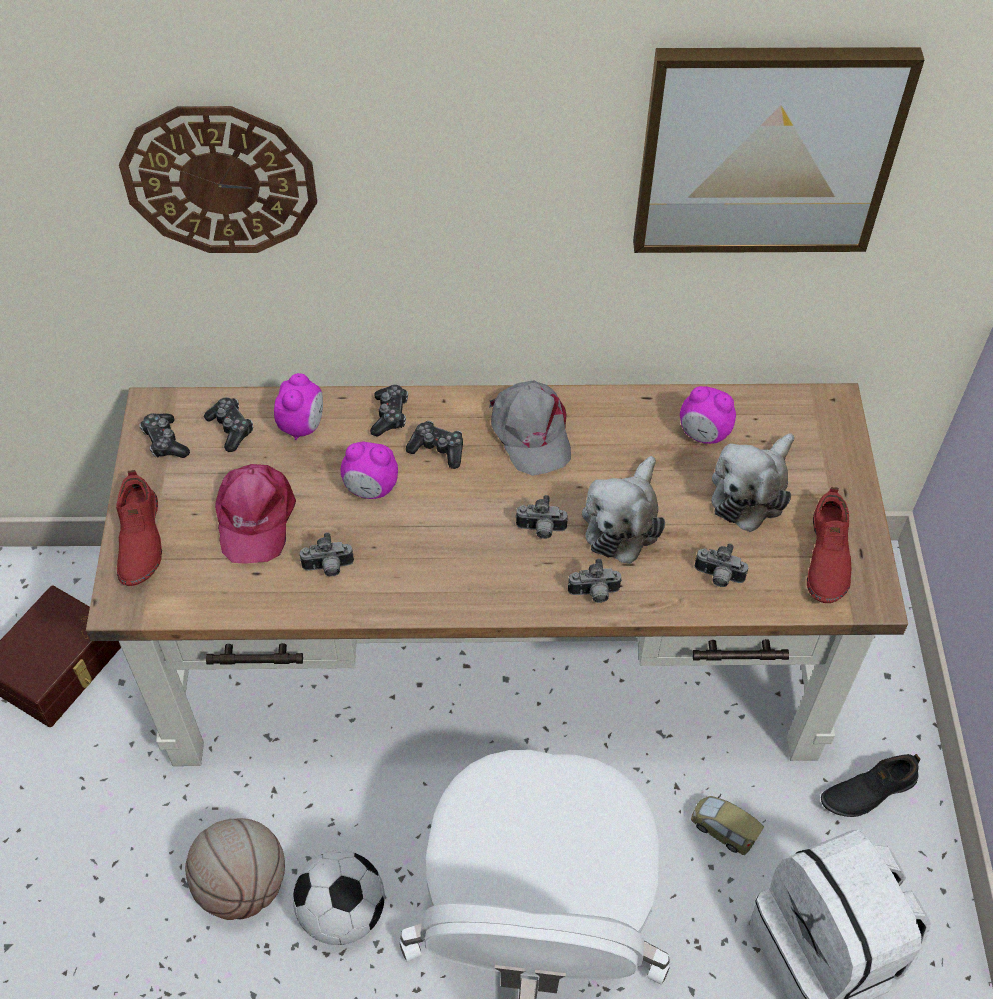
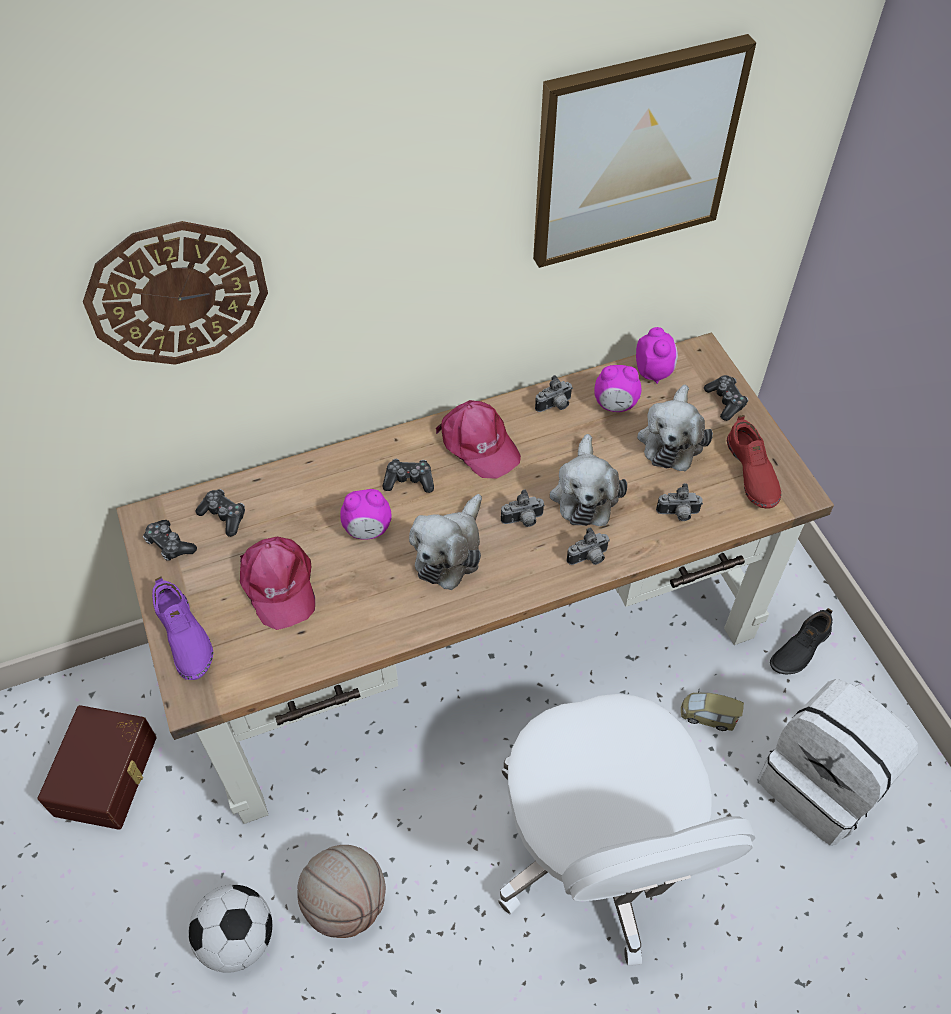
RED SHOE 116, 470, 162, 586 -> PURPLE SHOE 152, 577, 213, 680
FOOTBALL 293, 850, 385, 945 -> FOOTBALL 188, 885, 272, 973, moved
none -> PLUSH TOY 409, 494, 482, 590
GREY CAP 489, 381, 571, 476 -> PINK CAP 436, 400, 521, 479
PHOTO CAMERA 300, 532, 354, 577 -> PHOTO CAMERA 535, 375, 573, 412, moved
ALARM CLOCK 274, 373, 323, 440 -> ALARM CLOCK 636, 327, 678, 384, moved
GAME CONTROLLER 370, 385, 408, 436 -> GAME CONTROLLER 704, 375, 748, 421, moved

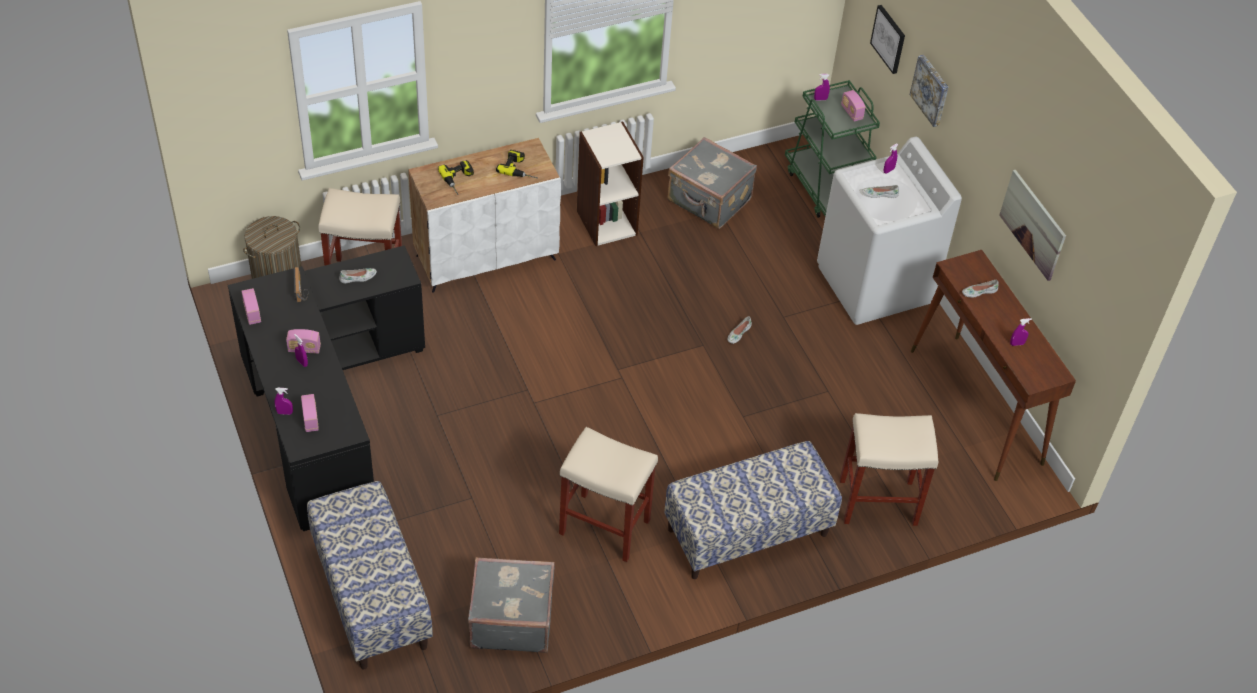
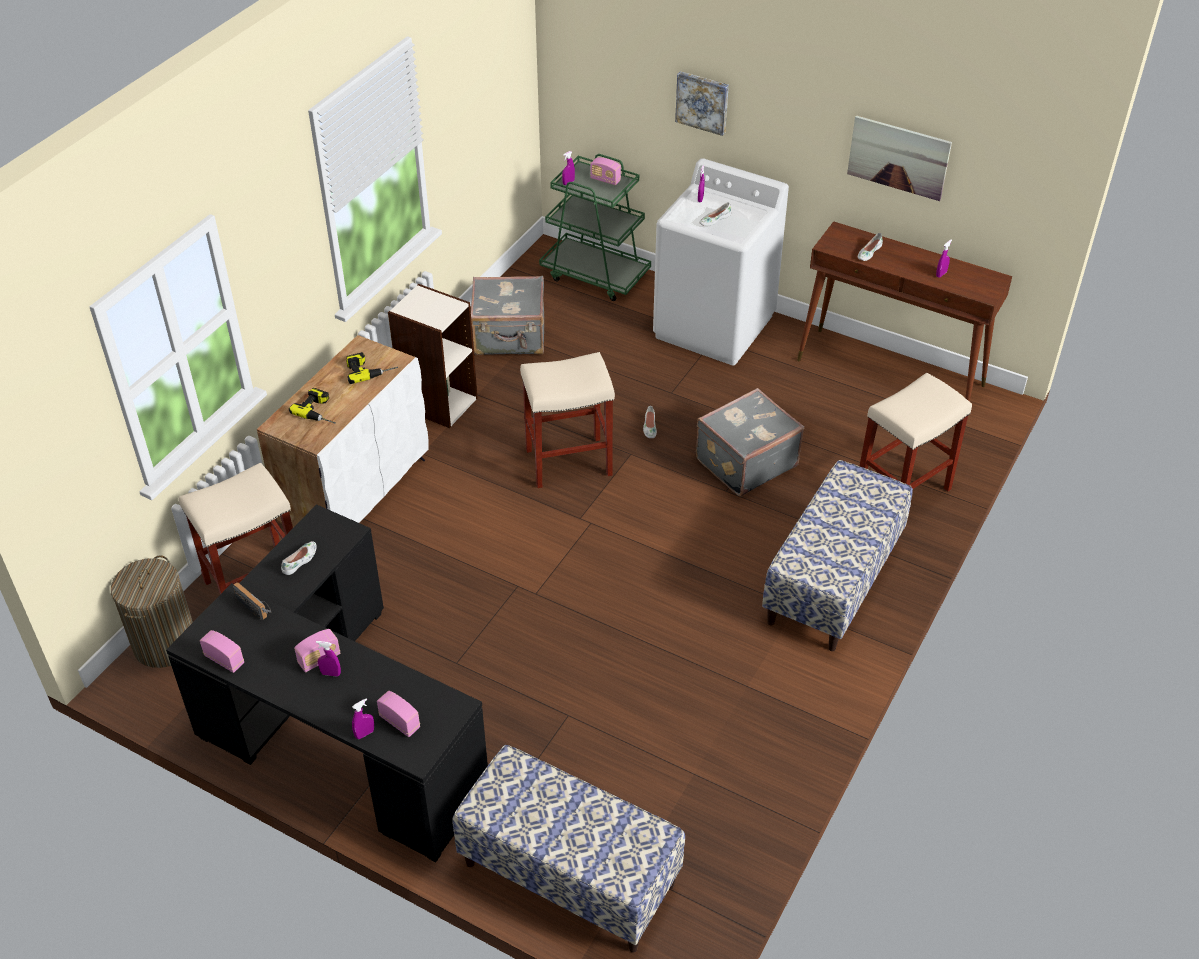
BEIGE STOOL 559, 427, 658, 562 -> BEIGE STOOL 520, 352, 615, 488, moved
GREY SUITCASE 468, 557, 555, 653 -> GREY SUITCASE 696, 388, 804, 496, moved
PICTURE 870, 5, 905, 74 -> none

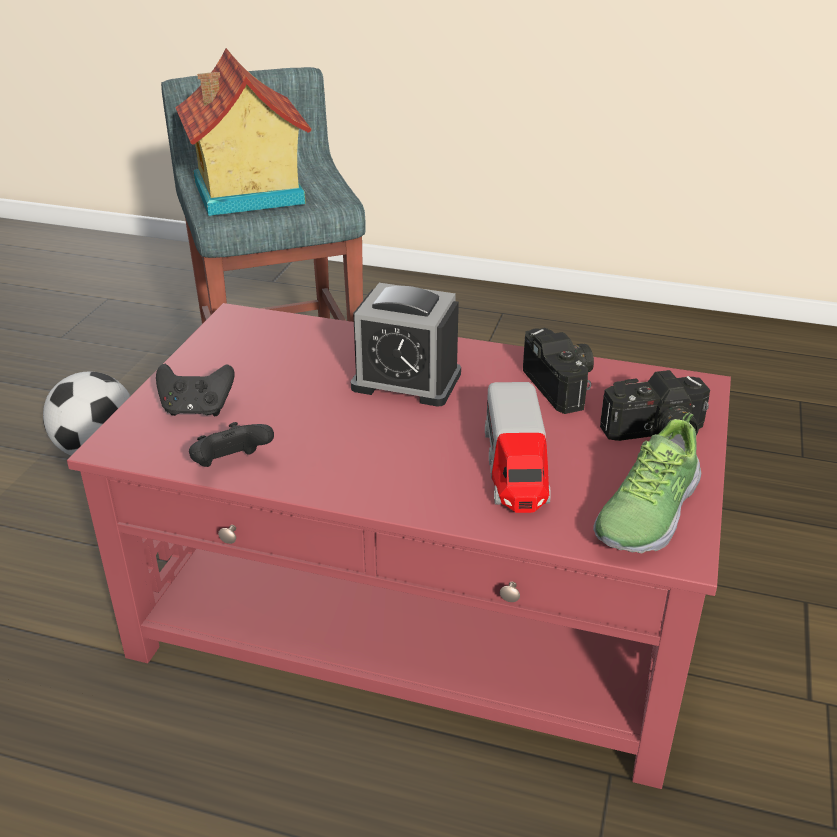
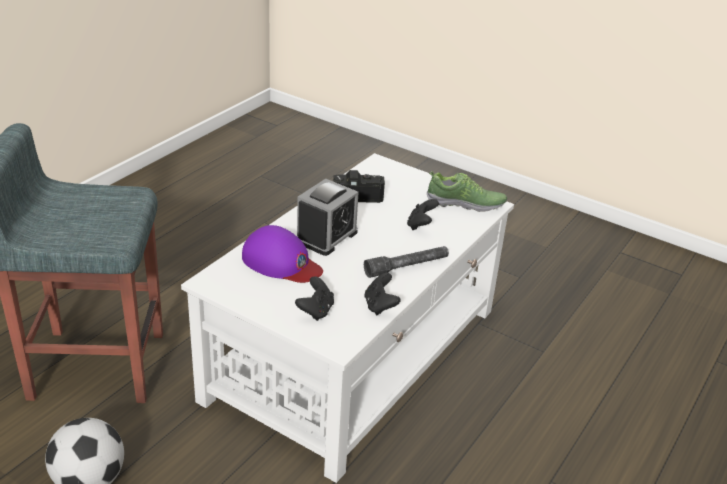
RED COFFEE TABLE 67, 303, 731, 789 -> WHITE COFFEE TABLE 181, 153, 514, 483
none -> PURPLE CAP 242, 225, 323, 283
none -> GREY FLASHLIGHT 364, 246, 449, 278
TOY TRUCK 485, 382, 551, 513 -> BLACK GAME CONTROLLER 407, 199, 439, 230
SHOE 593, 413, 701, 553 -> SHOE 427, 171, 507, 212, 45 degrees counterclockwise
TOY HOUSE 175, 48, 311, 216 -> none
PHOTO CAMERA 600, 370, 710, 441 -> none

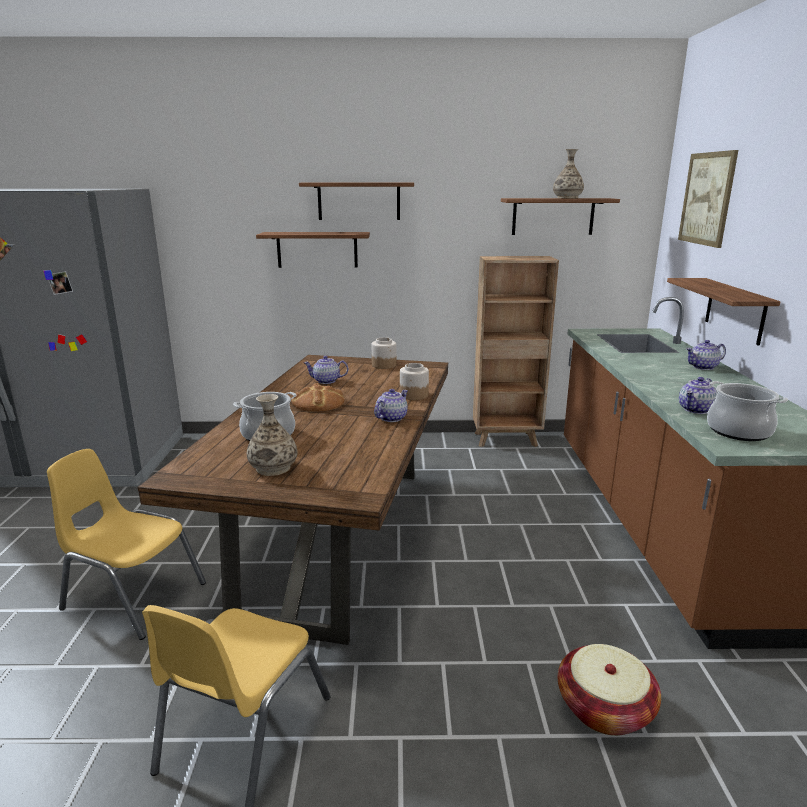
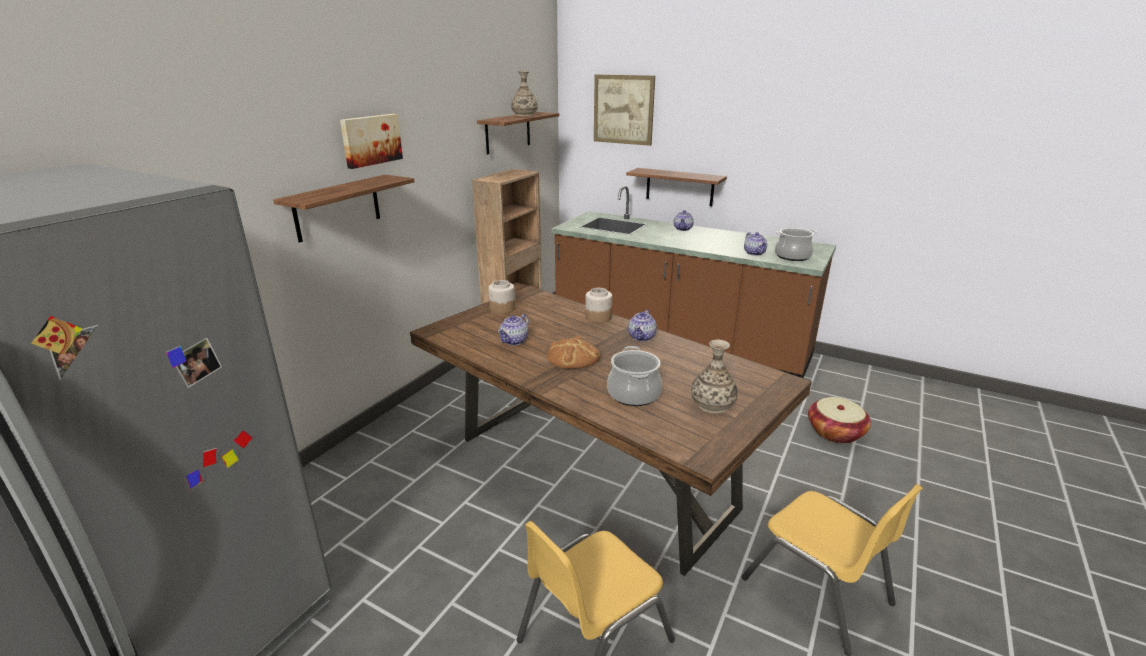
SHELF 299, 183, 414, 220 -> PICTURE 340, 114, 403, 169
TEAPOT 374, 389, 408, 422 -> TEAPOT 628, 310, 657, 341, 135 degrees counterclockwise

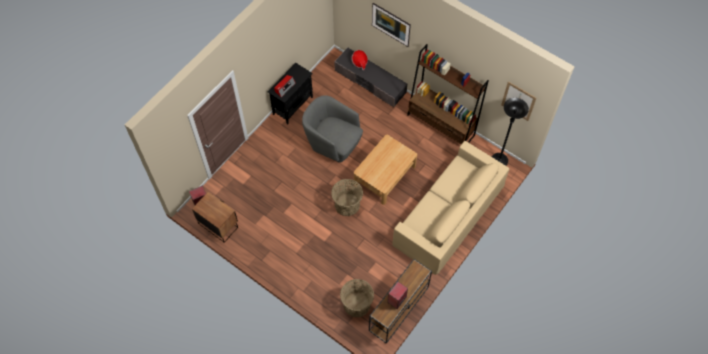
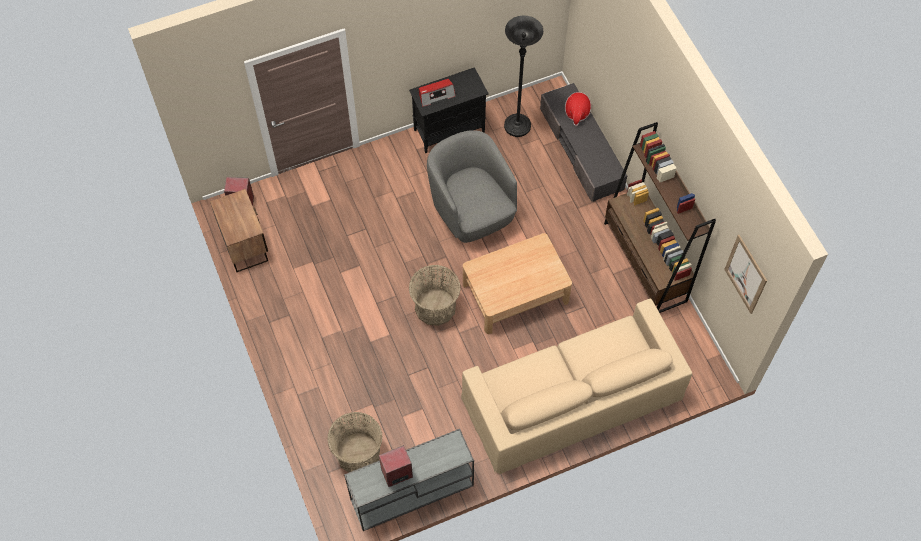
BROWN CONSOLE TABLE 369, 259, 432, 344 -> GREY CONSOLE TABLE 344, 429, 474, 531
BLACK FLOOR LAMP 492, 98, 529, 166 -> BLACK FLOOR LAMP 504, 16, 543, 137, moved
PICTURE 372, 3, 411, 47 -> none

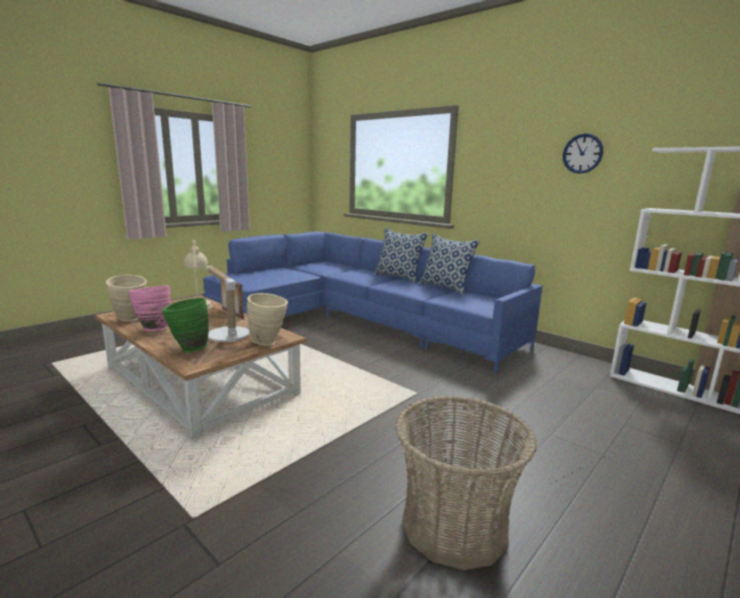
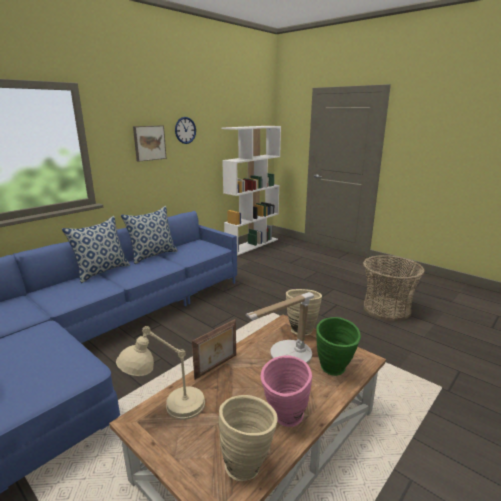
none -> PICTURE 133, 125, 167, 162

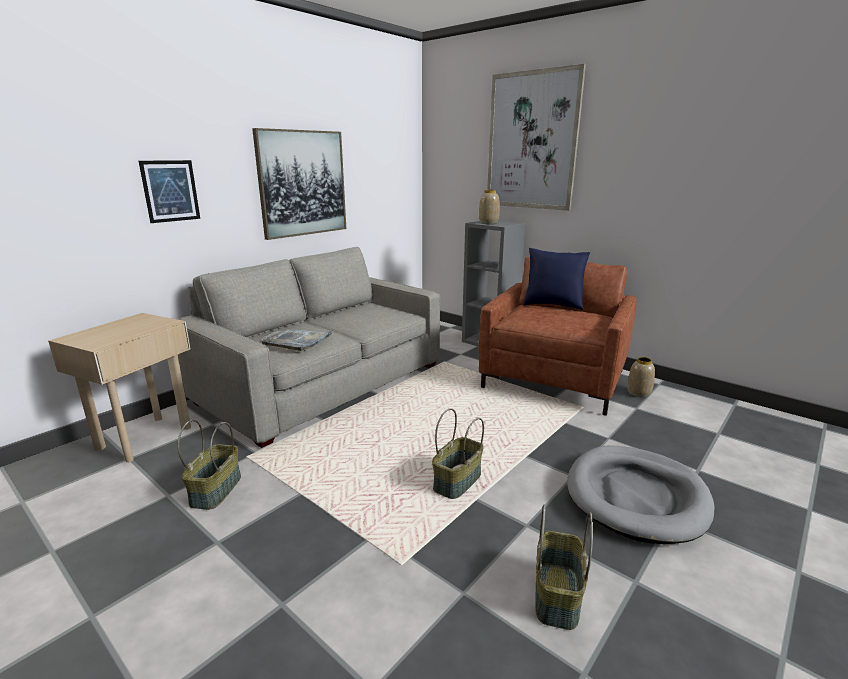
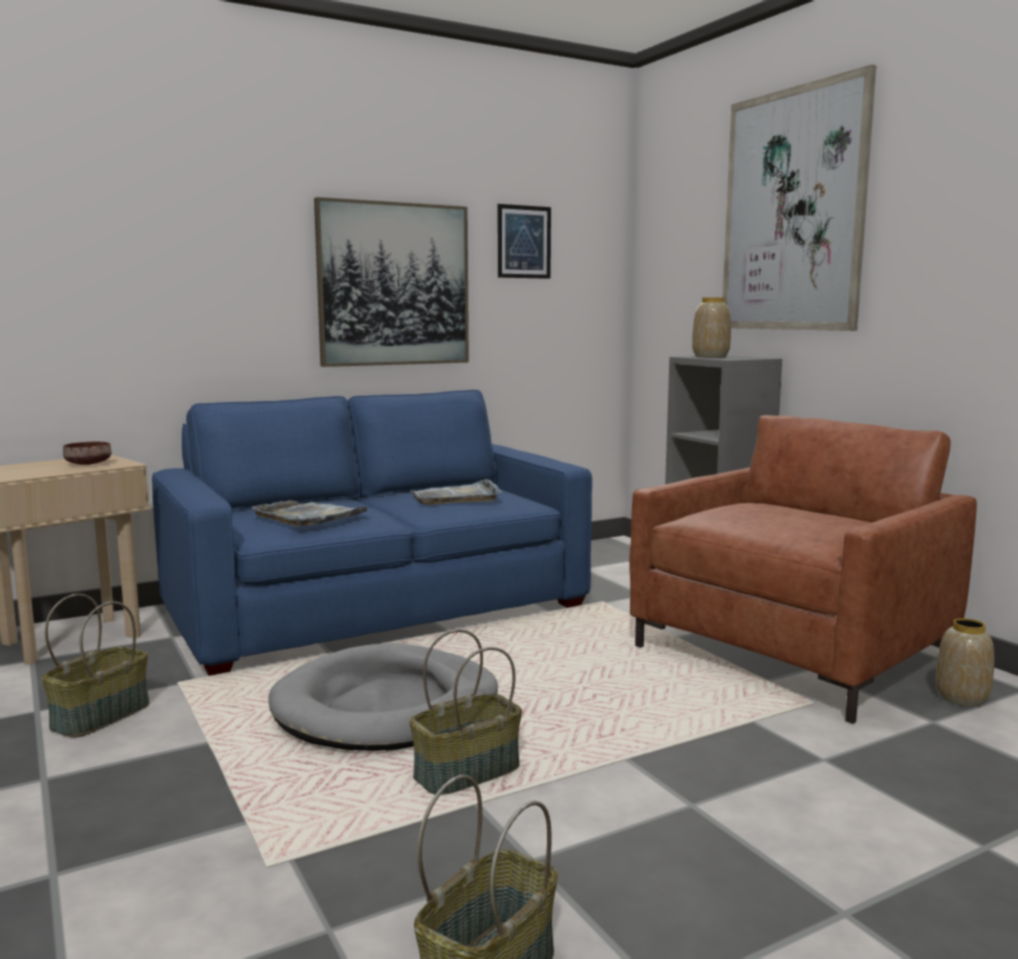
none -> BROWN BOWL 63, 442, 111, 465
GREY SOFA 177, 247, 440, 448 -> BLUE SOFA 152, 390, 592, 676
GREY DOG BED 567, 445, 715, 544 -> GREY DOG BED 268, 643, 498, 751, moved
none -> GREY TRAY 411, 479, 502, 505
PICTURE 139, 160, 200, 223 -> PICTURE 498, 204, 551, 279, moved
BLUE PILLOW 523, 248, 590, 310 -> none

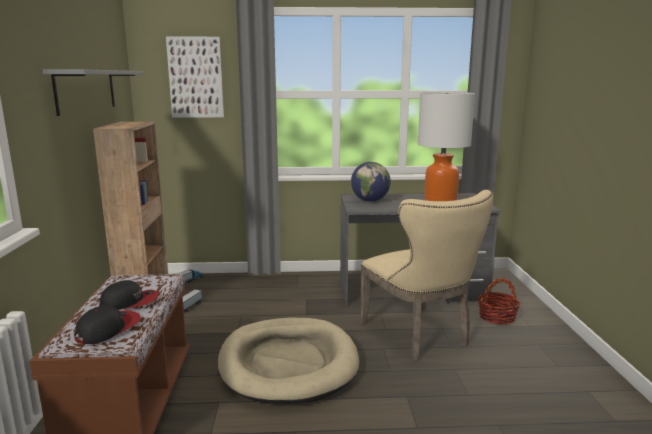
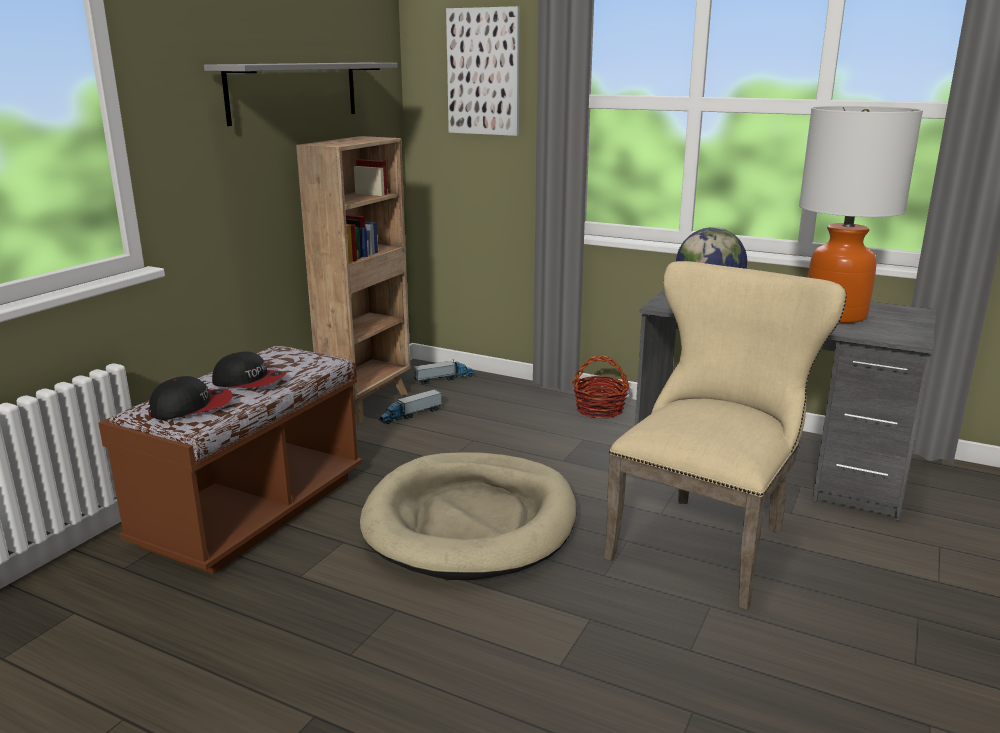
BASKET 478, 278, 520, 325 -> BASKET 572, 355, 629, 419, moved
BEIGE CHAIR 360, 190, 493, 360 -> BEIGE CHAIR 604, 261, 847, 610, 150 degrees counterclockwise

